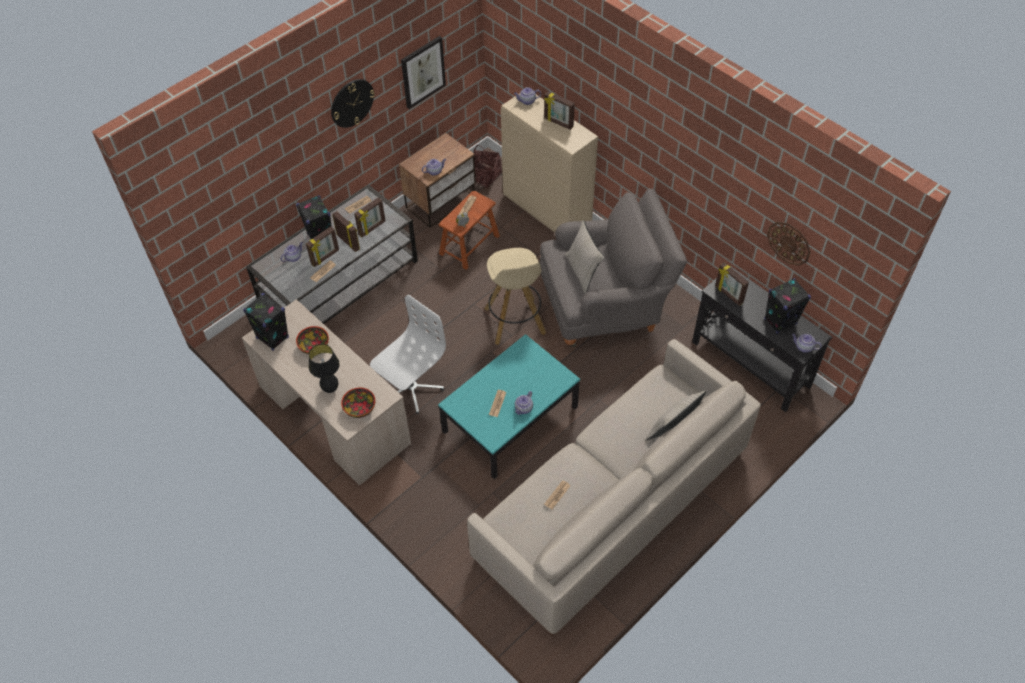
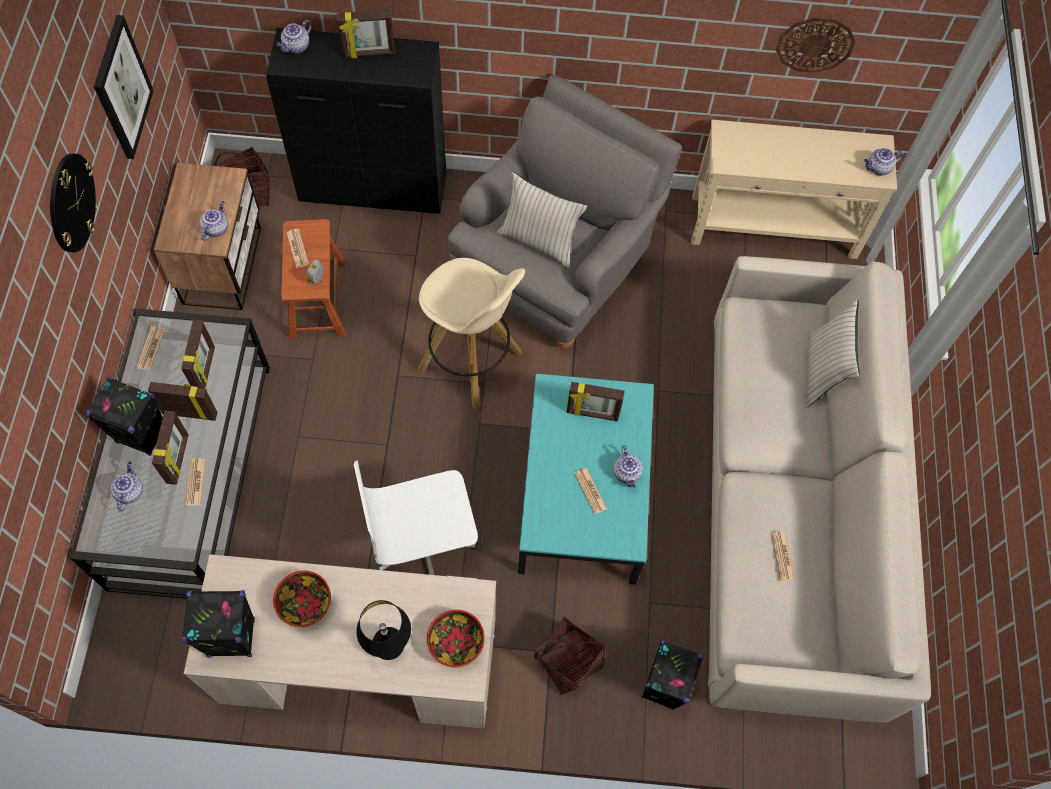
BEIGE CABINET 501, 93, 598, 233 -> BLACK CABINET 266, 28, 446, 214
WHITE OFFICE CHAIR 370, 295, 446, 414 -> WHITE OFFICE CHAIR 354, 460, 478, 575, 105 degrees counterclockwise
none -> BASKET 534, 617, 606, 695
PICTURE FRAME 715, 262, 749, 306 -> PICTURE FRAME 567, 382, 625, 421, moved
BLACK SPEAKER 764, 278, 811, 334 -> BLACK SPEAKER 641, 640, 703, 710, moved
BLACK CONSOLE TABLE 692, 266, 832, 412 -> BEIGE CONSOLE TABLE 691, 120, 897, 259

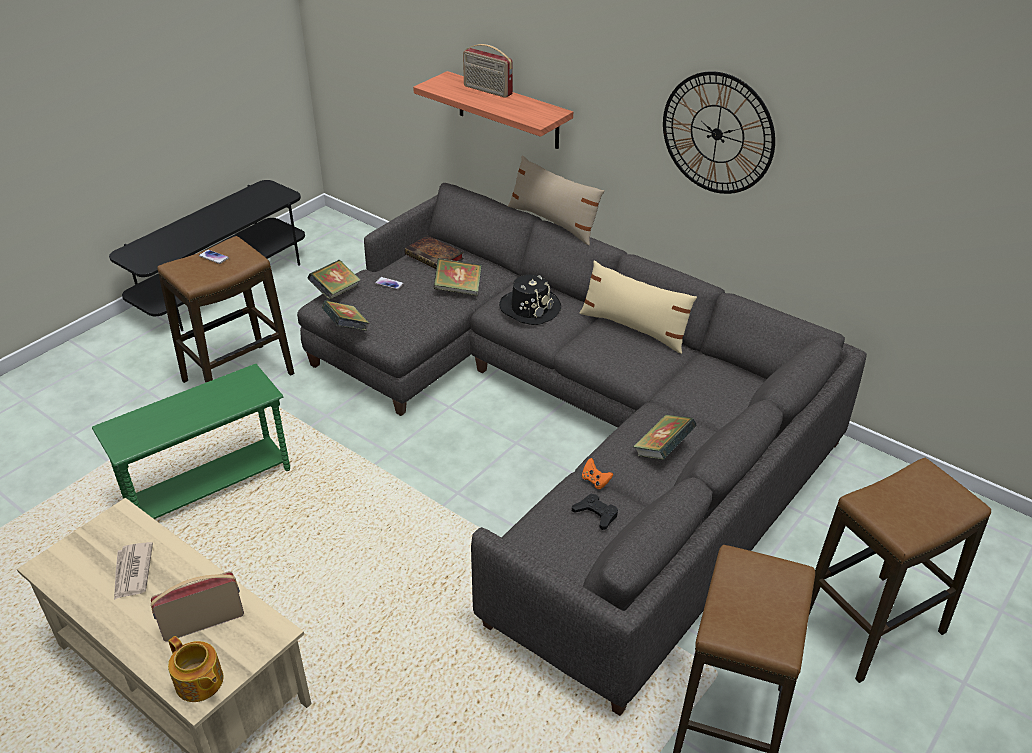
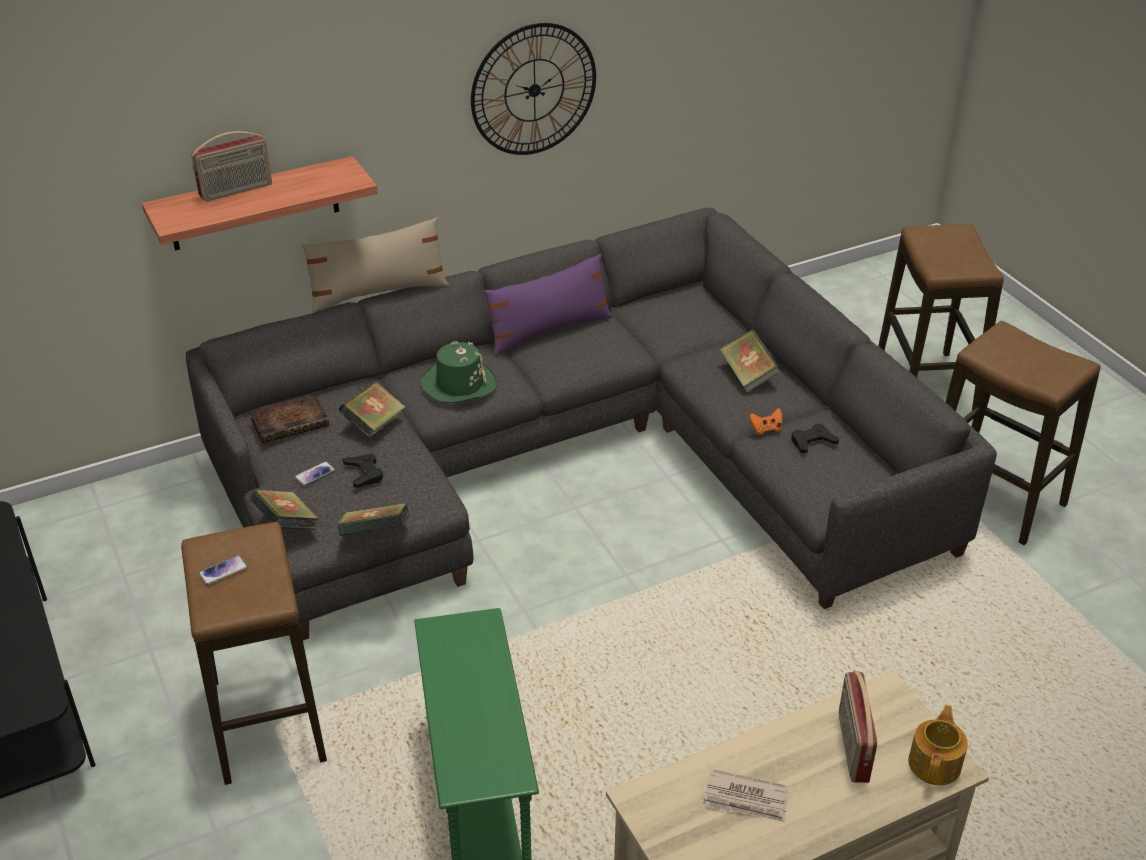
none -> BLACK GAME CONTROLLER 343, 453, 383, 488
BLACK HAT 499, 274, 561, 325 -> GREEN HAT 421, 341, 498, 403
BEIGE PILLOW 579, 260, 697, 354 -> PURPLE PILLOW 483, 253, 613, 356
TEAPOT 168, 636, 223, 702 -> TEAPOT 908, 705, 968, 785, 45 degrees counterclockwise

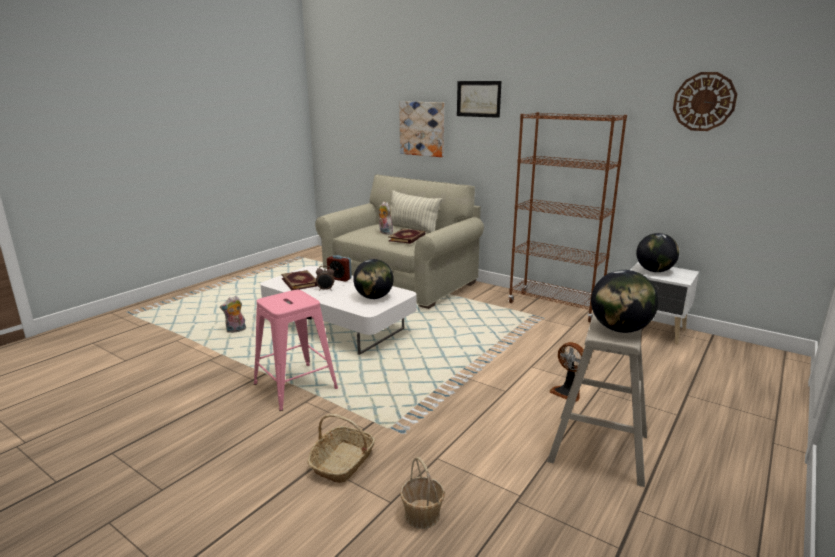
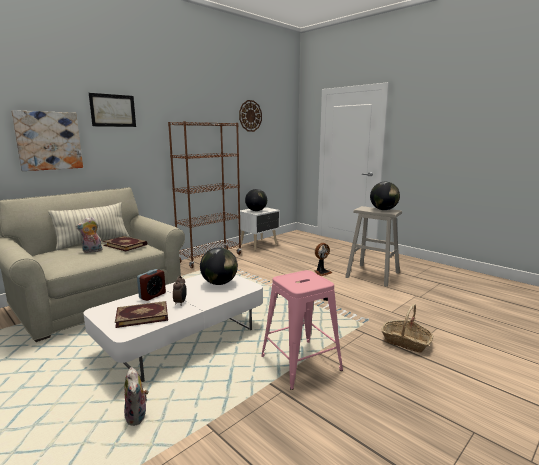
BASKET 400, 457, 445, 529 -> none

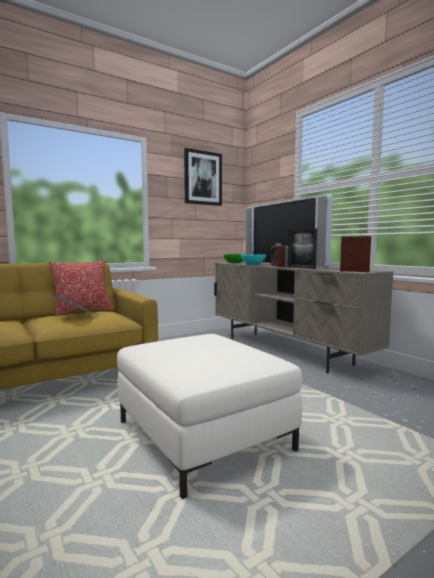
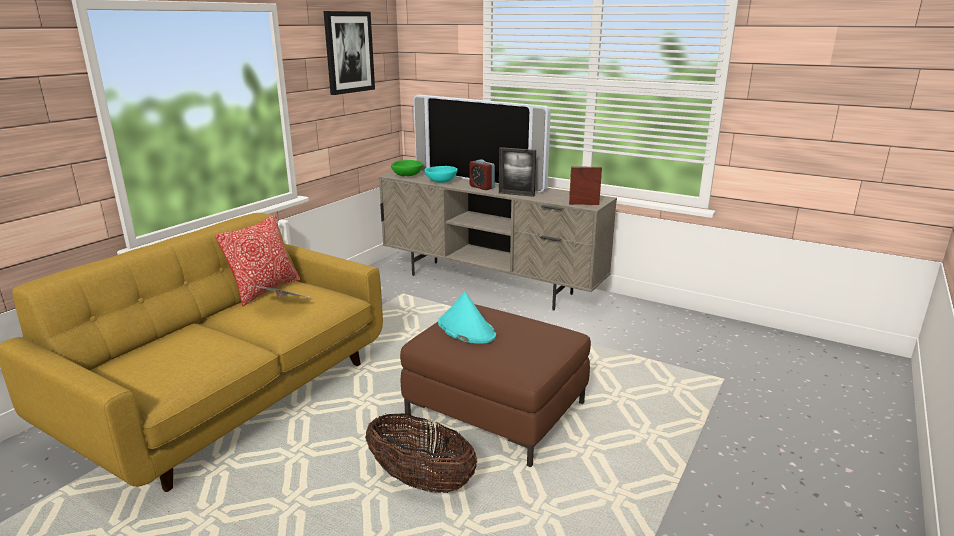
none -> BASKET 365, 413, 477, 493
WHITE OTTOMAN 117, 334, 302, 499 -> BROWN OTTOMAN 400, 304, 591, 467
none -> TURQUOISE HAT 438, 291, 496, 344

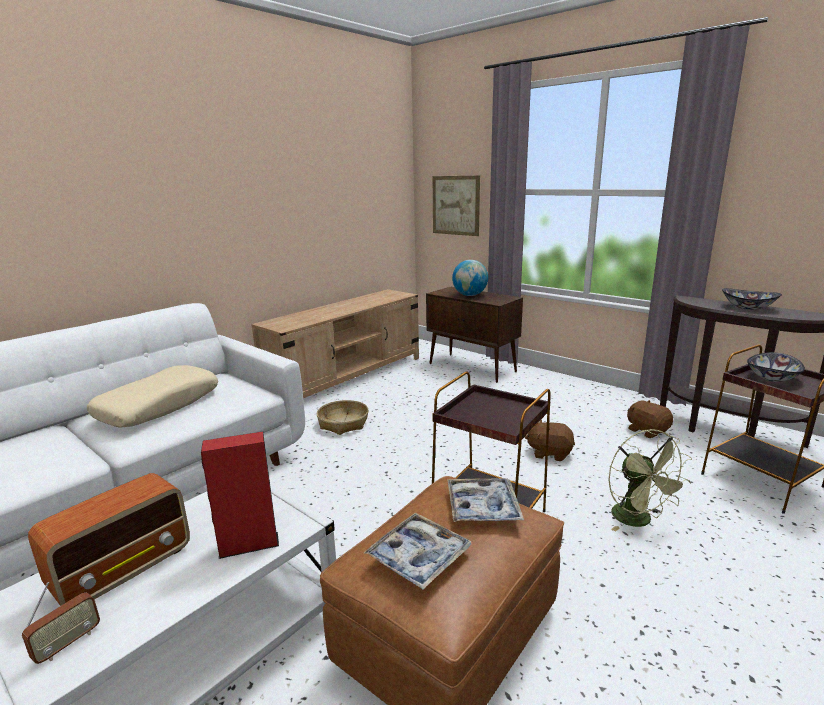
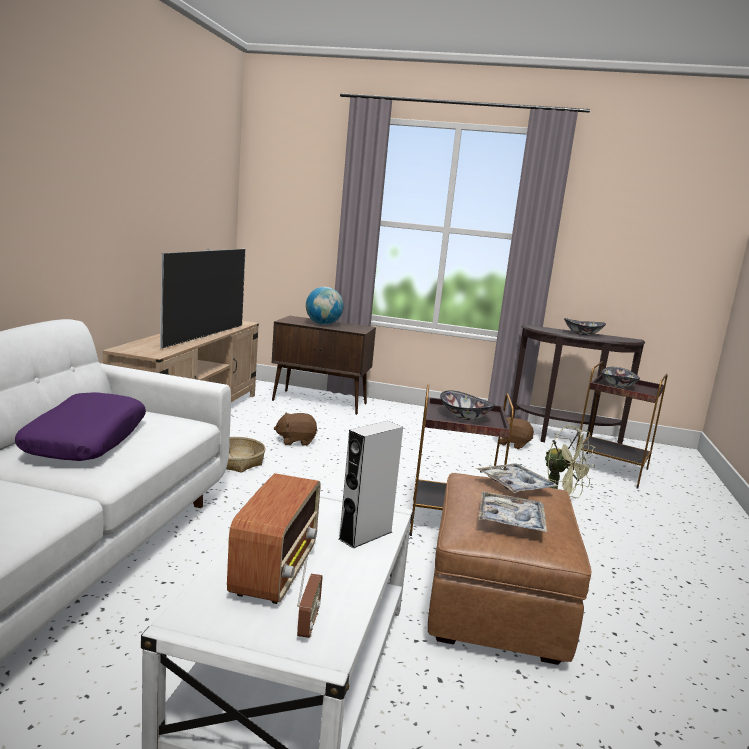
BEIGE PILLOW 87, 365, 218, 428 -> PURPLE PILLOW 15, 392, 146, 461
none -> TELEVISION 160, 249, 246, 349
BROWN PLUSH TOY 525, 420, 575, 461 -> BROWN PLUSH TOY 274, 413, 318, 446, moved
RED SPEAKER 201, 432, 279, 559 -> GREY SPEAKER 339, 421, 403, 549
none -> BOWL 440, 390, 495, 420
PICTURE 433, 176, 480, 236 -> none

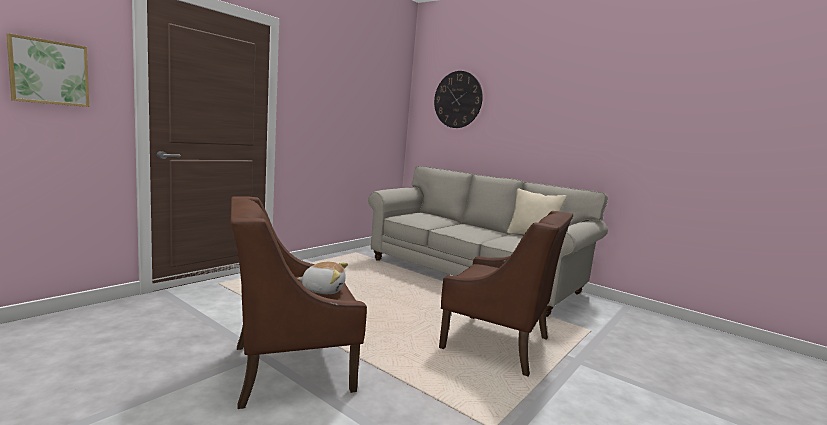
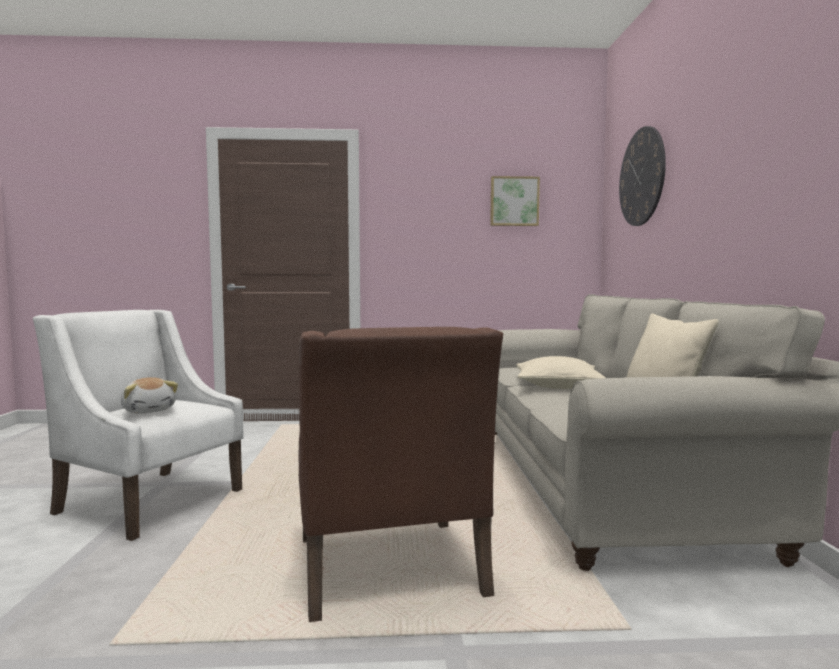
BROWN ARMCHAIR 230, 196, 367, 409 -> WHITE ARMCHAIR 33, 310, 244, 541
PICTURE 6, 33, 89, 107 -> PICTURE 490, 176, 540, 226, moved
none -> BEIGE PILLOW 516, 356, 606, 389

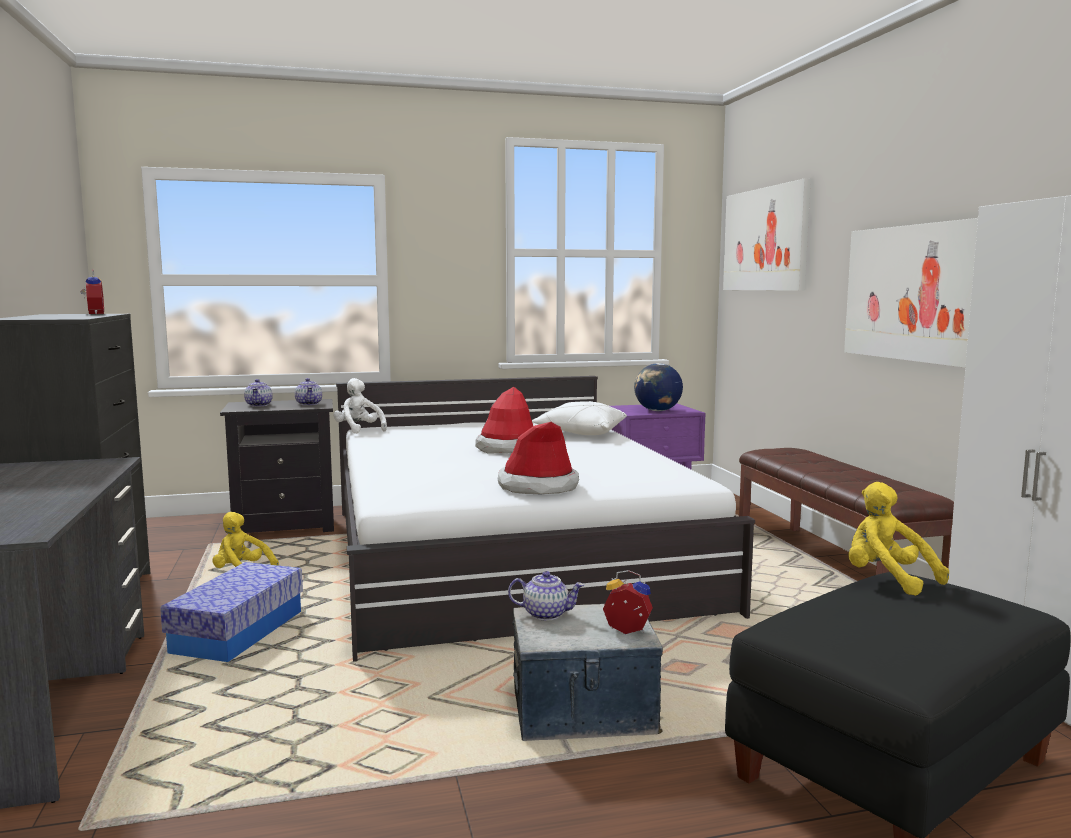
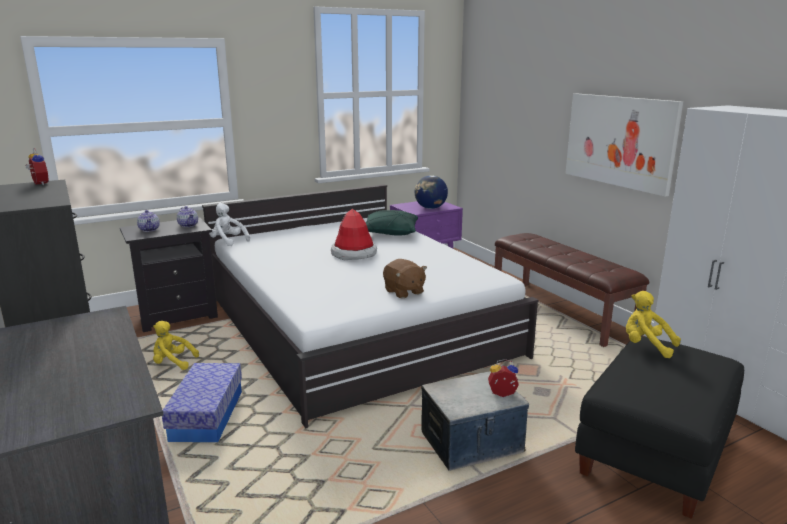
WHITE PILLOW 532, 401, 627, 435 -> GREEN PILLOW 365, 210, 418, 236
HAT 498, 422, 579, 494 -> BROWN PLUSH TOY 383, 259, 427, 299
TEAPOT 508, 571, 584, 621 -> none
PICTURE 723, 178, 811, 291 -> none

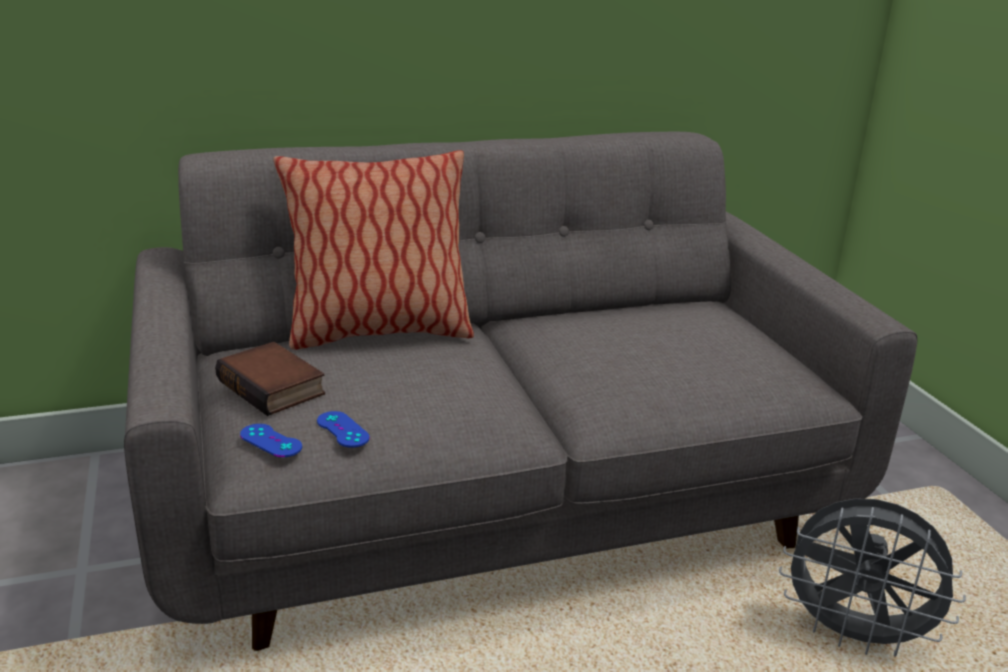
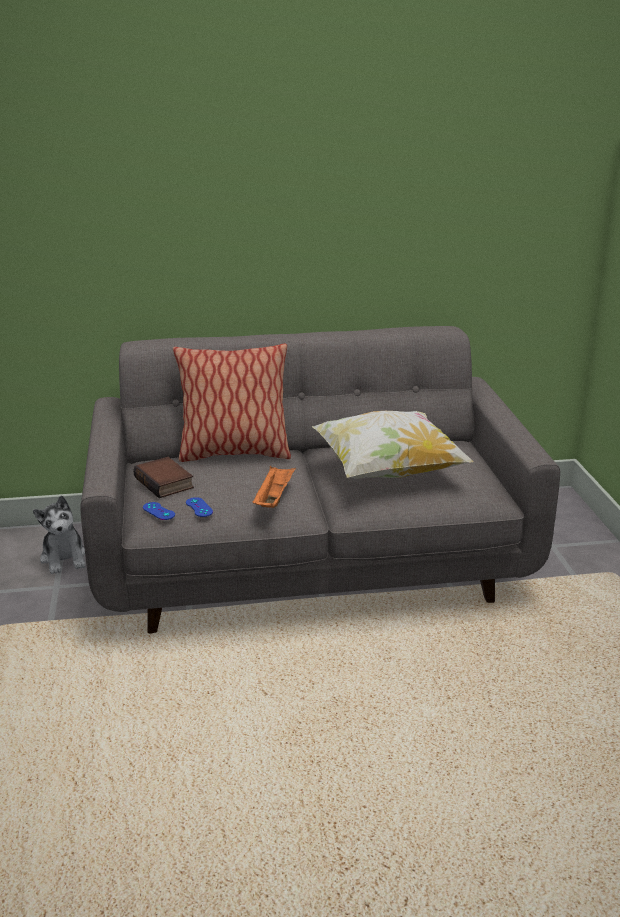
none -> PLUSH TOY 33, 495, 86, 574
none -> ORANGE TRAY 253, 466, 296, 508
none -> PILLOW 311, 411, 474, 479
GREY FAN 779, 498, 966, 657 -> none

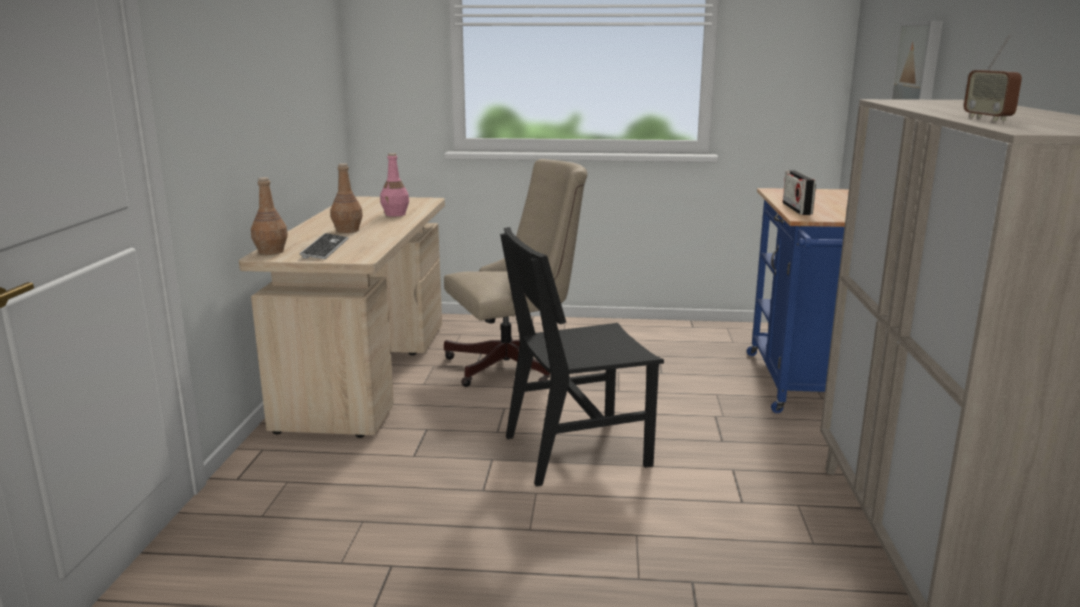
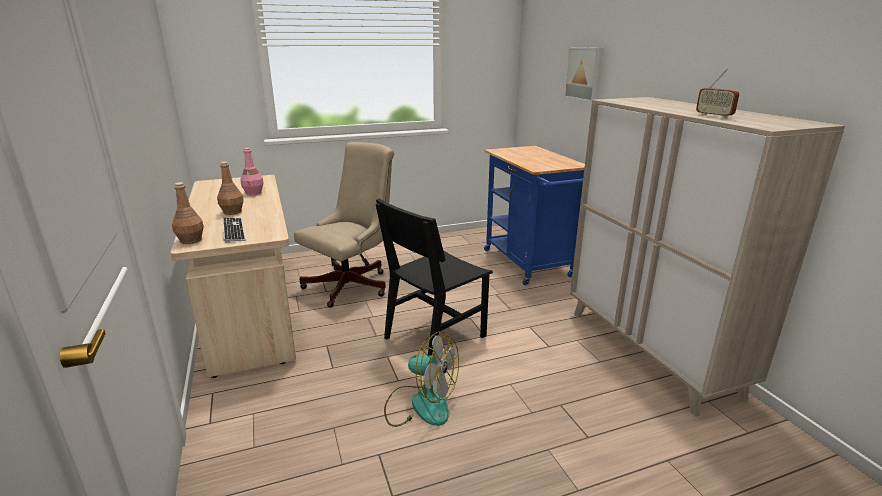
none -> FAN 384, 331, 459, 427
RADIO 783, 170, 816, 215 -> none

